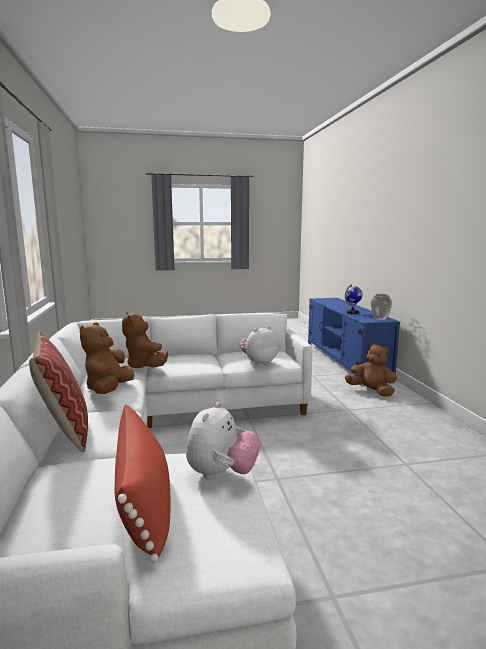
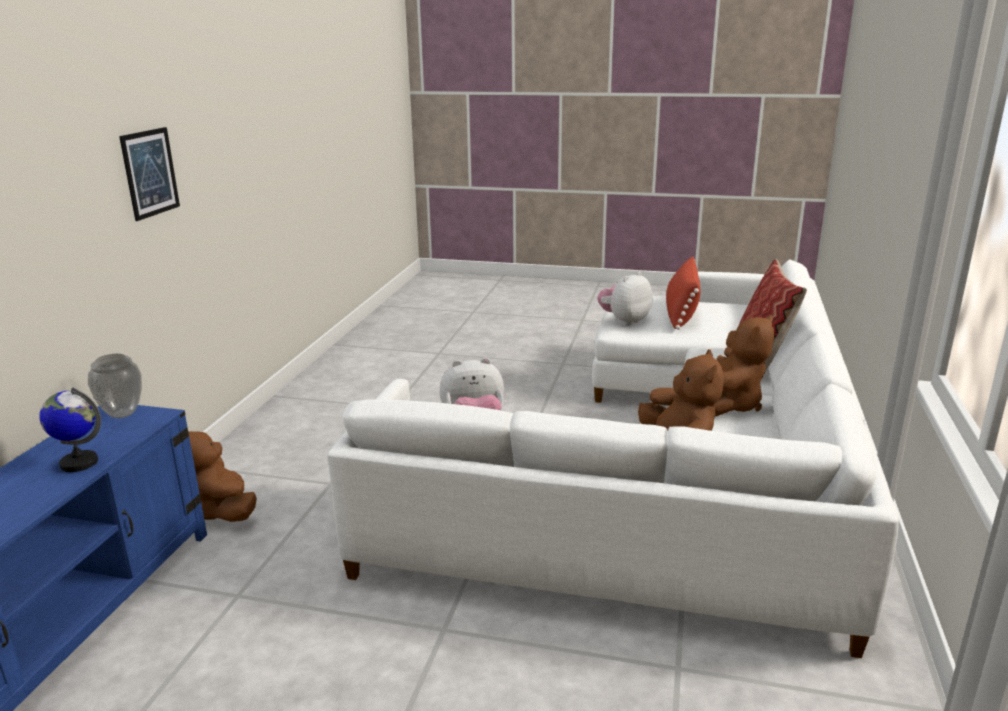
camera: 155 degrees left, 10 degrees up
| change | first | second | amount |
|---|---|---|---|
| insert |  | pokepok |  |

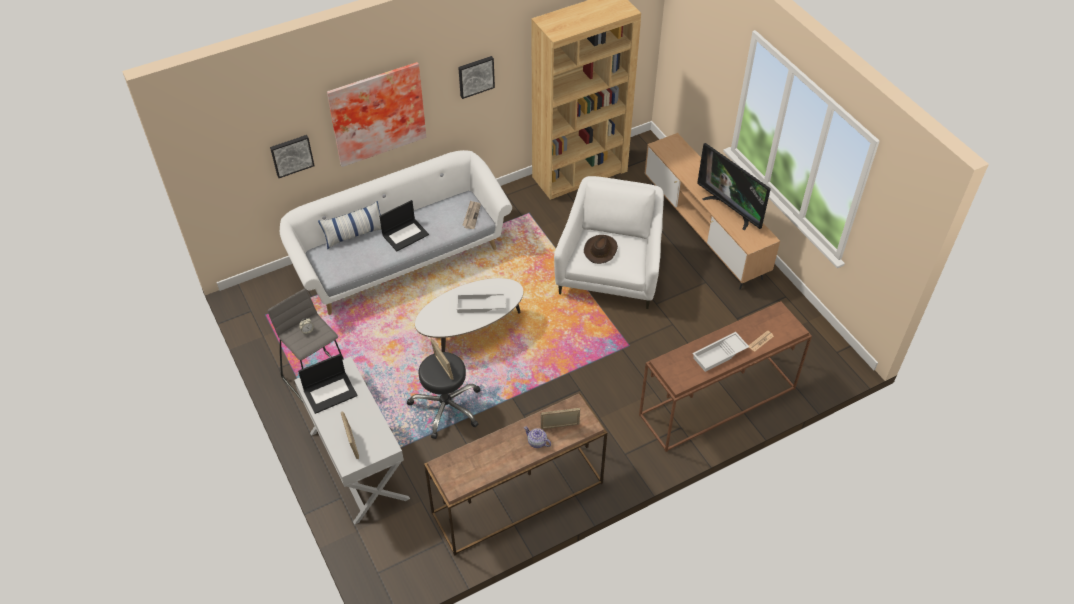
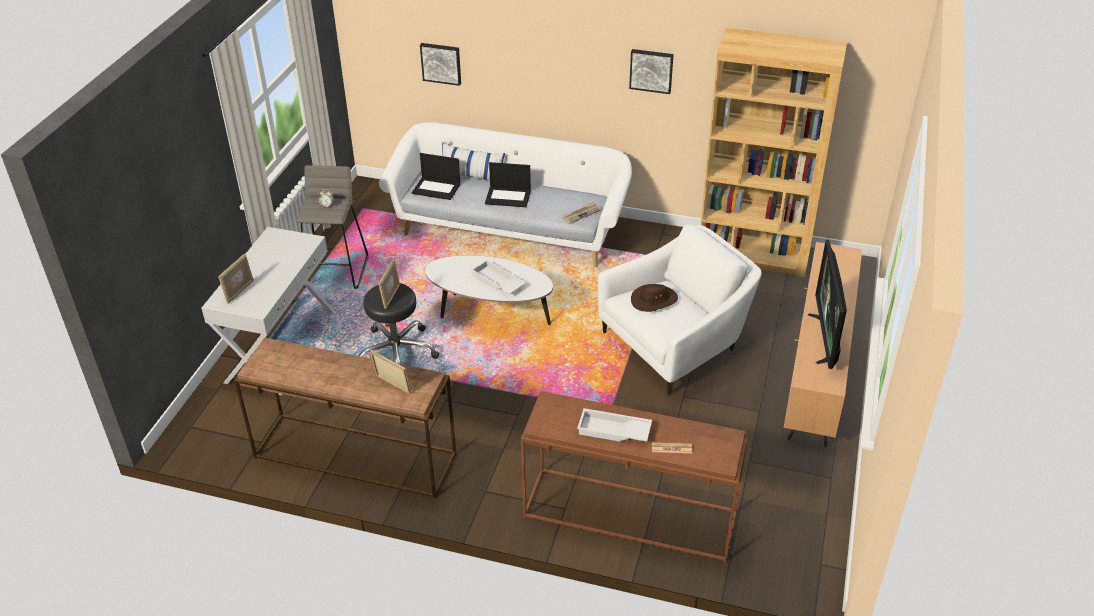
camera: 45 degrees right, 10 degrees down
| change | first | second | amount |
|---|---|---|---|
| move | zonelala (1st from left) |  |  |
| delete | pokepok (2nd from left) |  |  |
| delete | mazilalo |  |  |

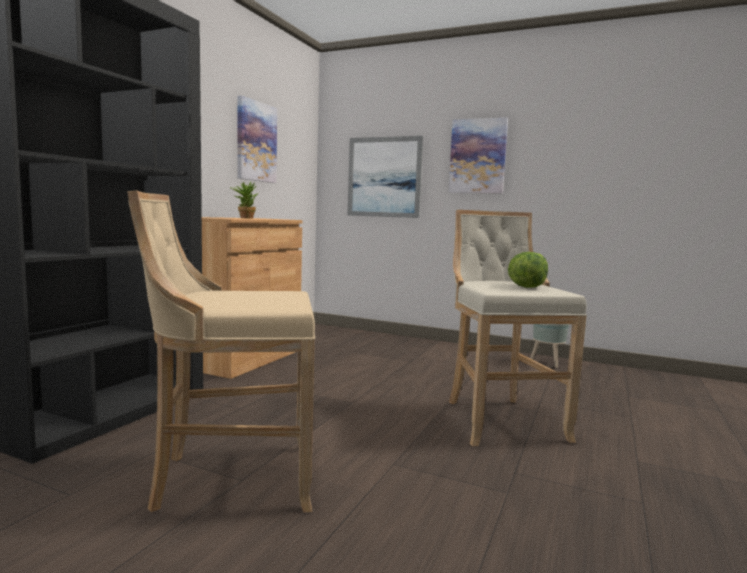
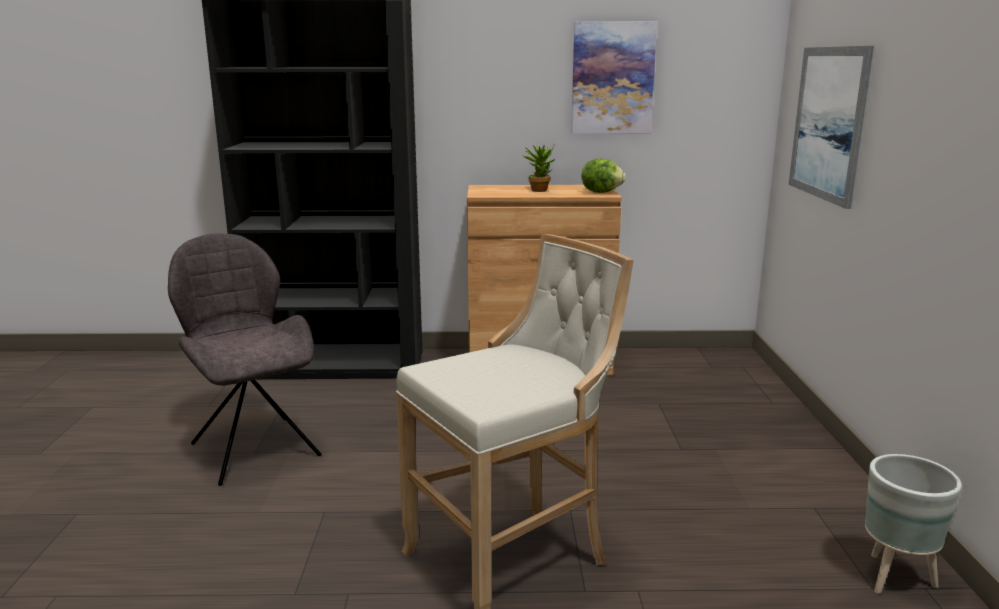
camera: 65 degrees right, 10 degrees up
| change | first | second | amount |
|---|---|---|---|
| replace | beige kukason (1st from left) | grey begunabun |  |
| delete | pokepok (3rd from left) |  |  |
| move | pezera |  |  |

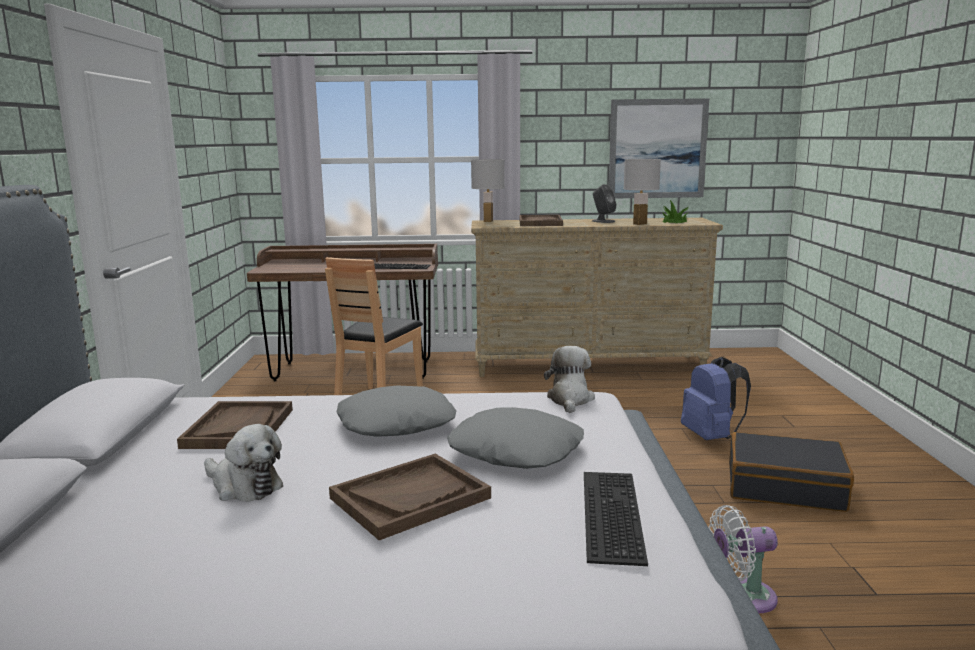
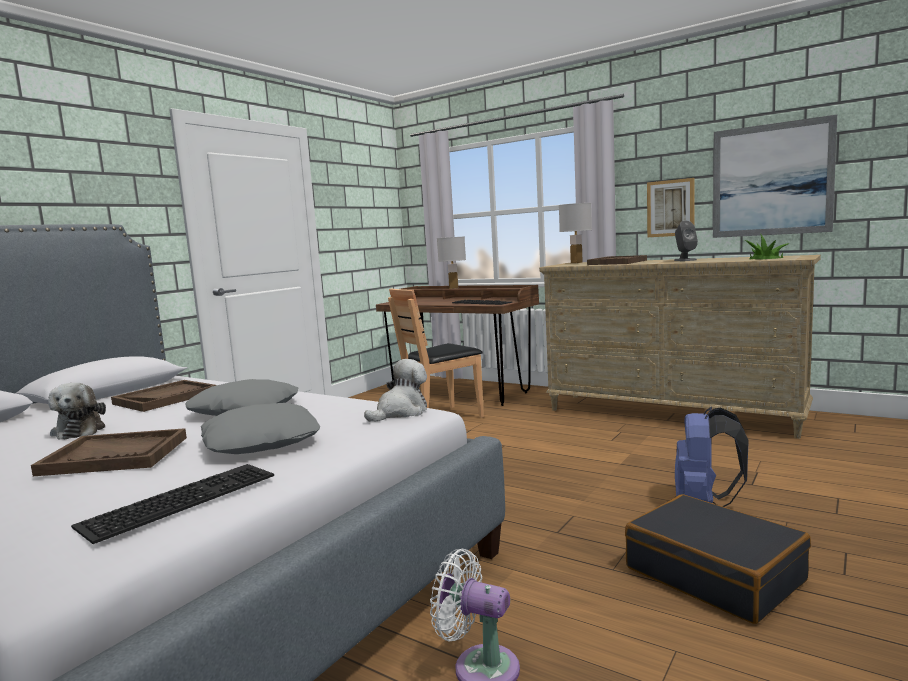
camera: 35 degrees right, 5 degrees down
| change | first | second | amount |
|---|---|---|---|
| move | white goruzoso (2nd from left in the first image) | white goruzoso (1st from left) |  |
| insert |  | pokepok (1st from left) |  |

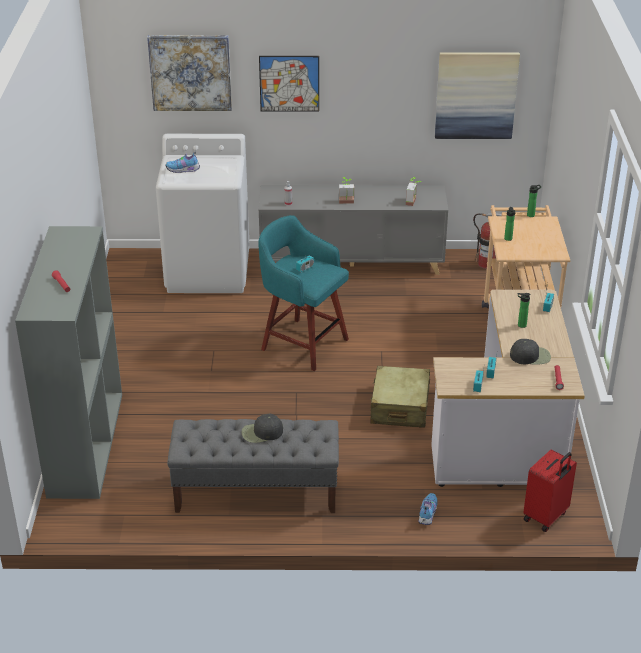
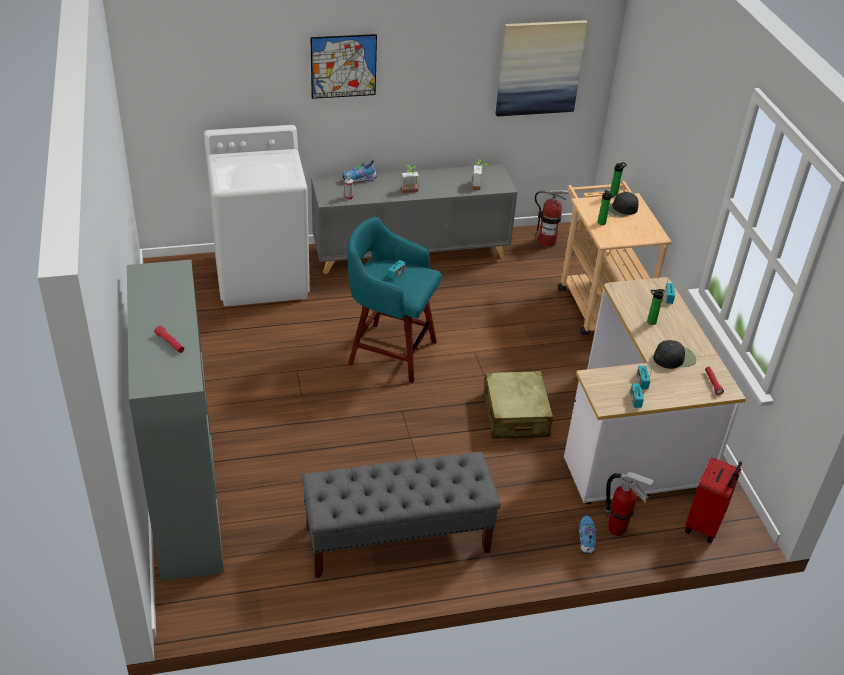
camera: 15 degrees left, 5 degrees up
| change | first | second | amount |
|---|---|---|---|
| delete | pokepok (1st from left) |  |  |
| move | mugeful (1st from left) |  |  |
| move | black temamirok (1st from left) |  |  |
| insert |  | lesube (2nd from left) |  |

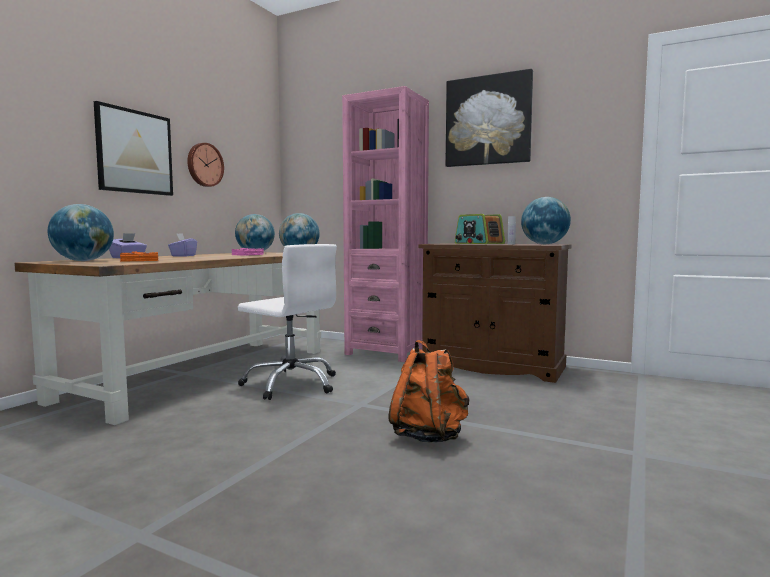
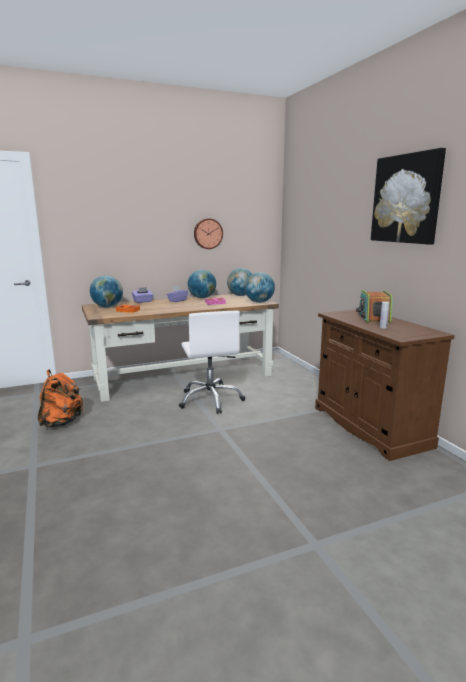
camera: 40 degrees right, 10 degrees up
| change | first | second | amount |
|---|---|---|---|
| delete | pokepok (1st from left) |  |  |
| delete | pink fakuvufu |  |  |
| move | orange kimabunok |  |  |
| move | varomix (4th from left in the first image) | varomix (2nd from left) |  |

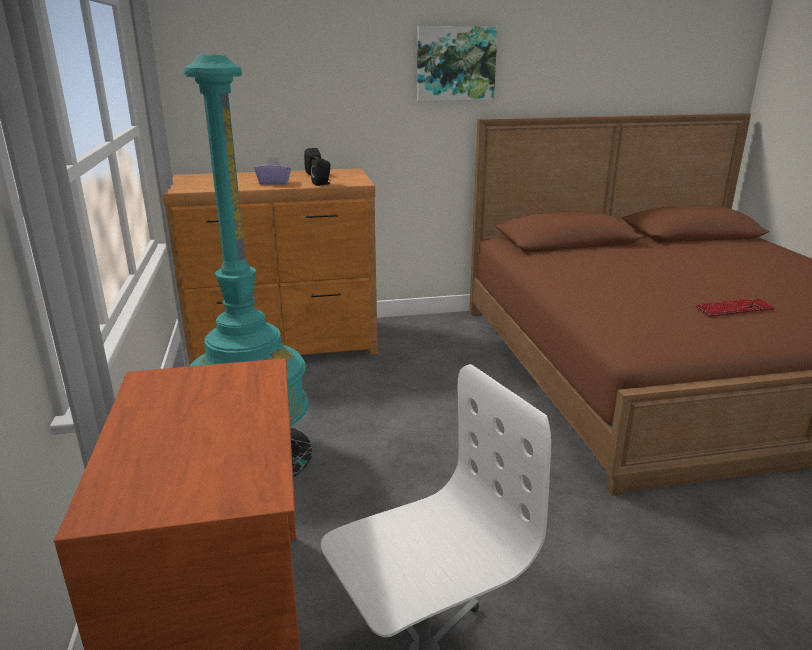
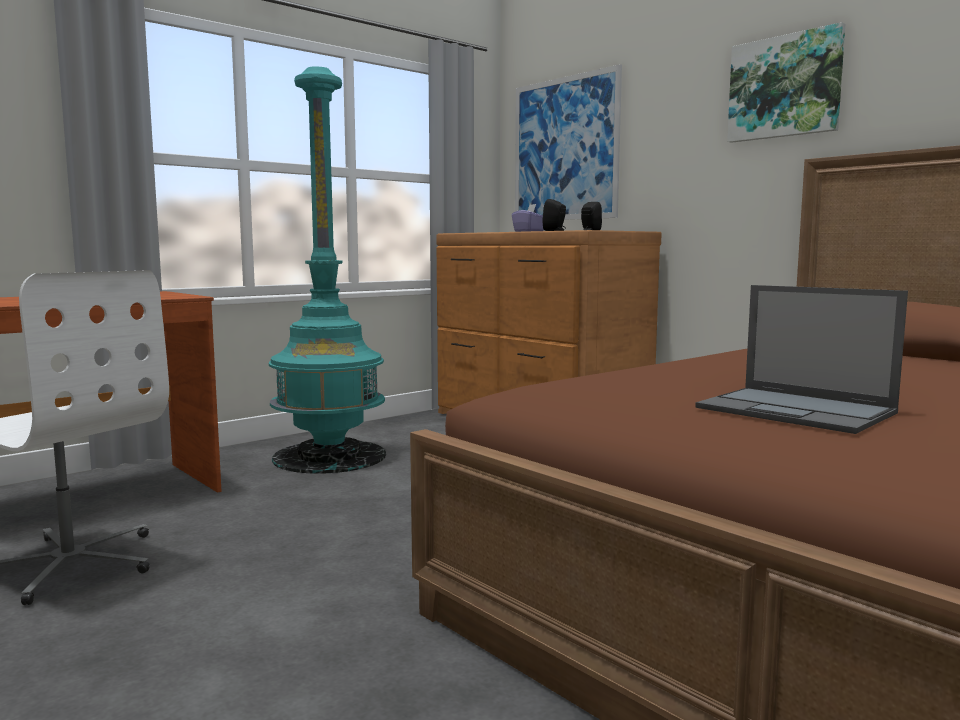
camera: 60 degrees right, 15 degrees down
| change | first | second | amount |
|---|---|---|---|
| replace | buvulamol | zonelala |  |
| insert |  | pokepok (1st from left) |  |

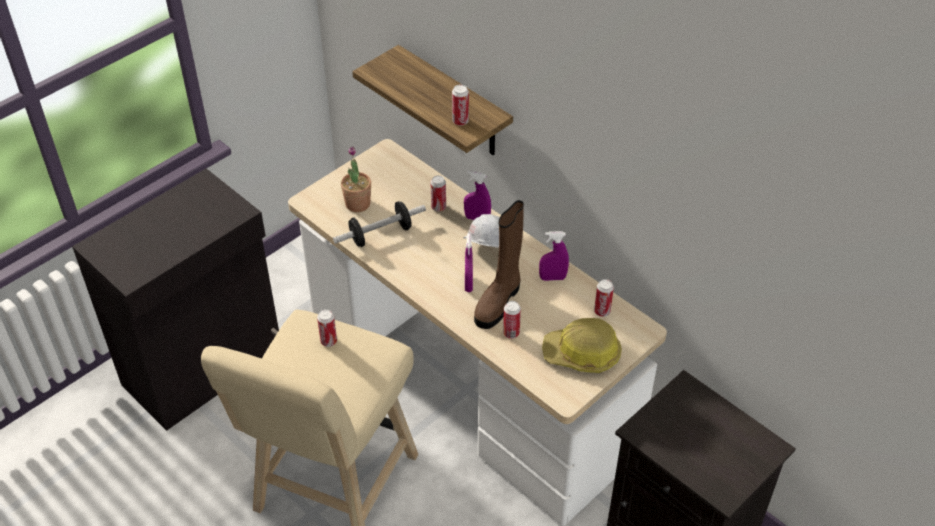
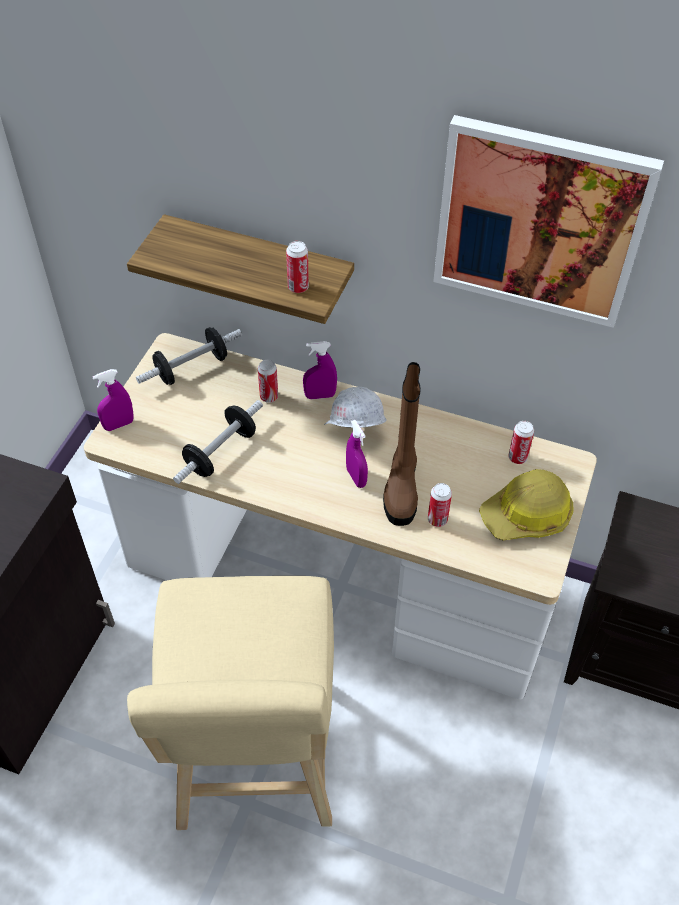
camera: 25 degrees left, 5 degrees up
| change | first | second | amount |
|---|---|---|---|
| delete | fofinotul (1st from left) |  |  |
| delete | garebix |  |  |
| move | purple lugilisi (3rd from left in the first image) | purple lugilisi (1st from left) |  |
| insert |  | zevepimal (1st from left) |  |
| insert |  | pokepok |  |

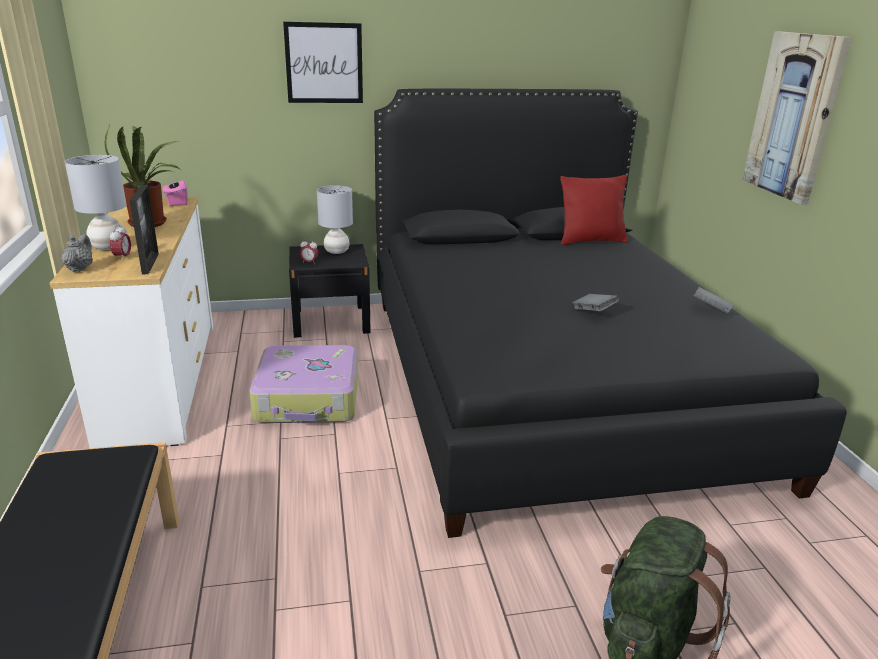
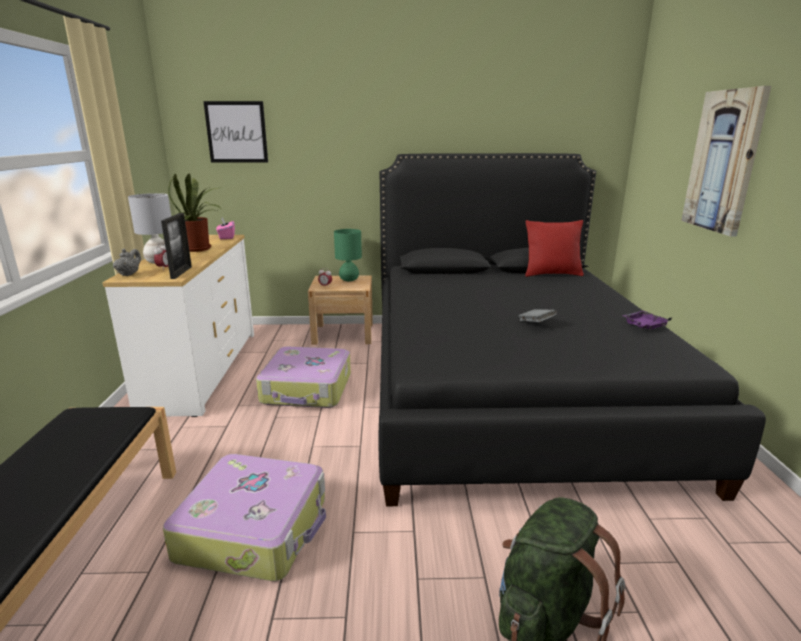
camera: 10 degrees right, 5 degrees down
| change | first | second | amount |
|---|---|---|---|
| move | pokepok (1st from left) |  |  |
| recolor | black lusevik | beige lusevik |  |
| recolor | grey goruzoso (2nd from left) | green goruzoso |  |
| replace | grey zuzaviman (2nd from left) | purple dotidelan |  |
| insert |  | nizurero (1st from left) |  |

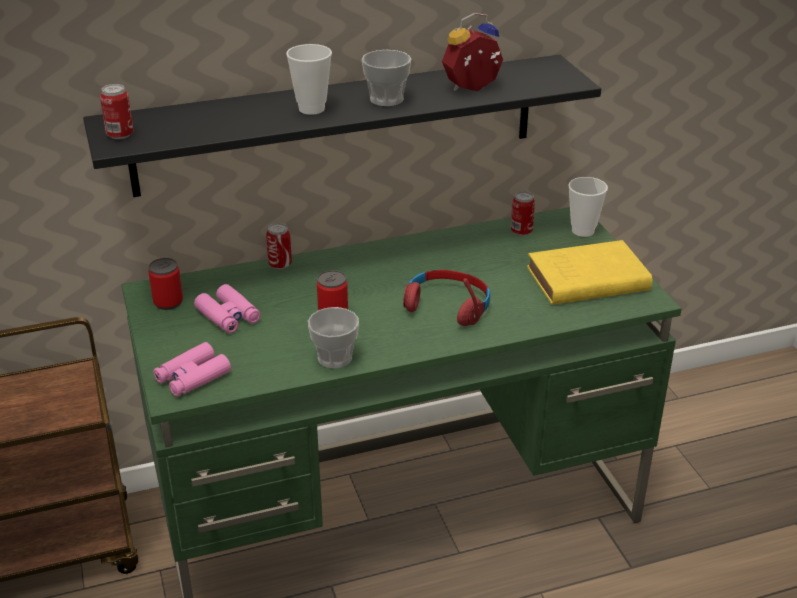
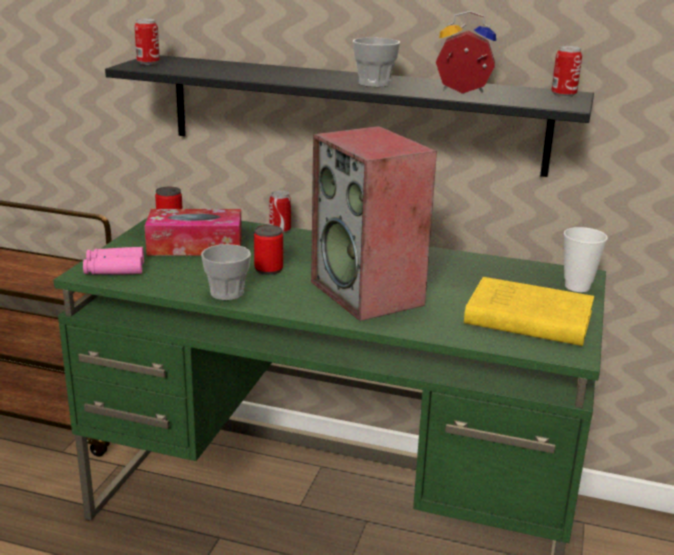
camera: 35 degrees right, 10 degrees down
| change | first | second | amount |
|---|---|---|---|
| replace | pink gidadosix (2nd from left) | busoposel |  |
| delete | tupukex (1st from left) |  |  |
| replace | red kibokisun | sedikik |  |
| move | fofinotul (5th from left) |  |  |

